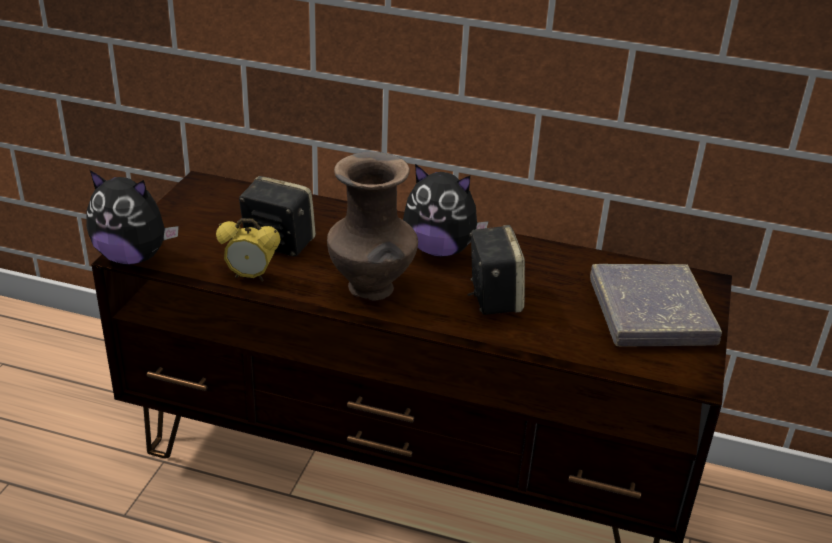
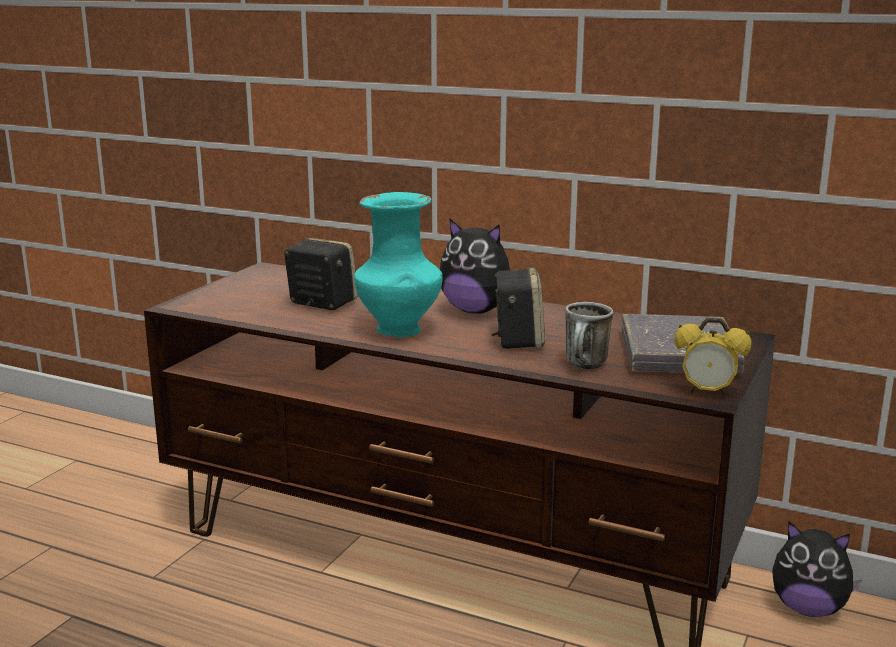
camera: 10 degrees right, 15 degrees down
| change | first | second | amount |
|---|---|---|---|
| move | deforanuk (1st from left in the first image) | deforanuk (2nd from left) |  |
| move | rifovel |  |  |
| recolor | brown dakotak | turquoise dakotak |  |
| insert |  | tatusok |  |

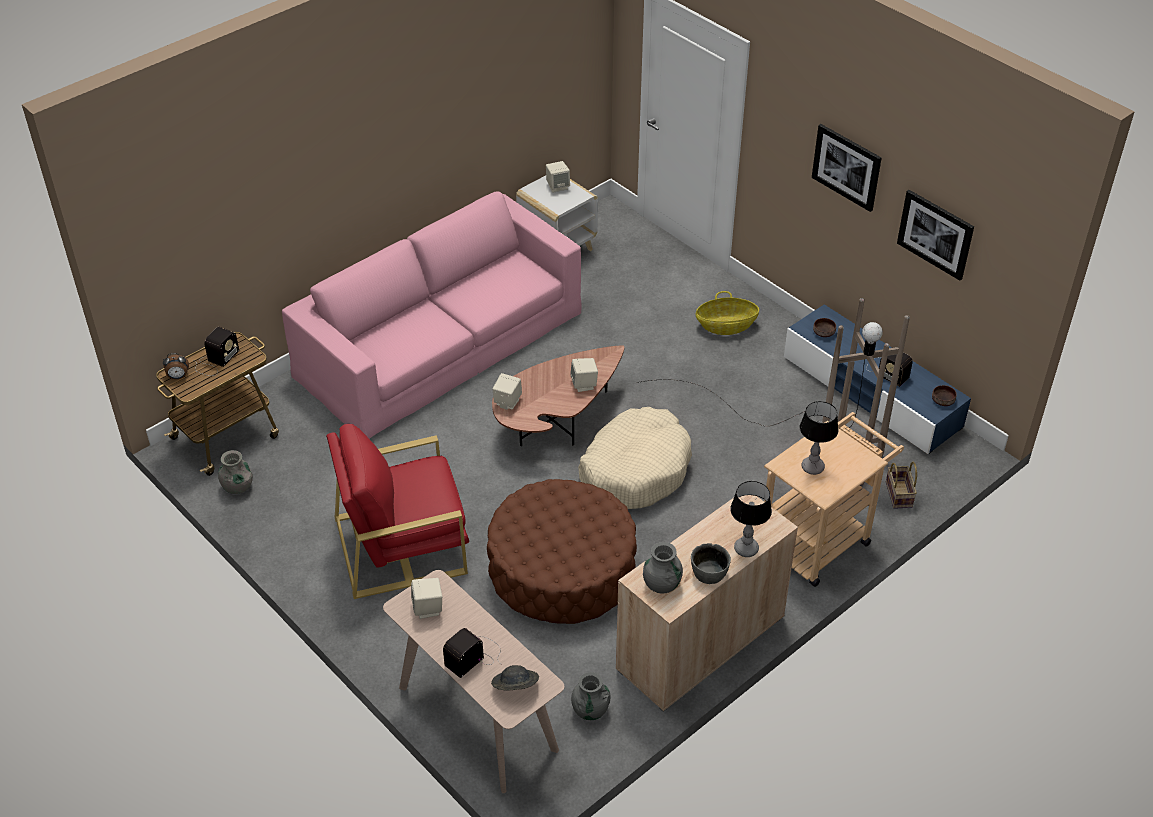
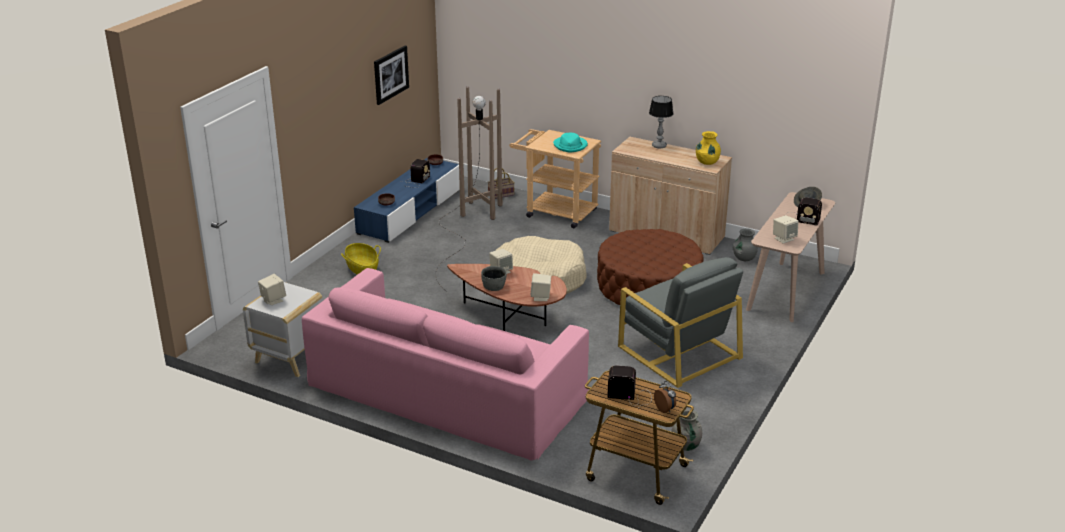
camera: 110 degrees left, 15 degrees down
| change | first | second | amount |
|---|---|---|---|
| recolor | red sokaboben | grey sokaboben |  |
| recolor | grey dakotak (3rd from left) | yellow dakotak |  |
| move | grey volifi |  |  |
| replace | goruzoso (2nd from left) | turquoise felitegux |  |
| delete | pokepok (1st from left) |  |  |

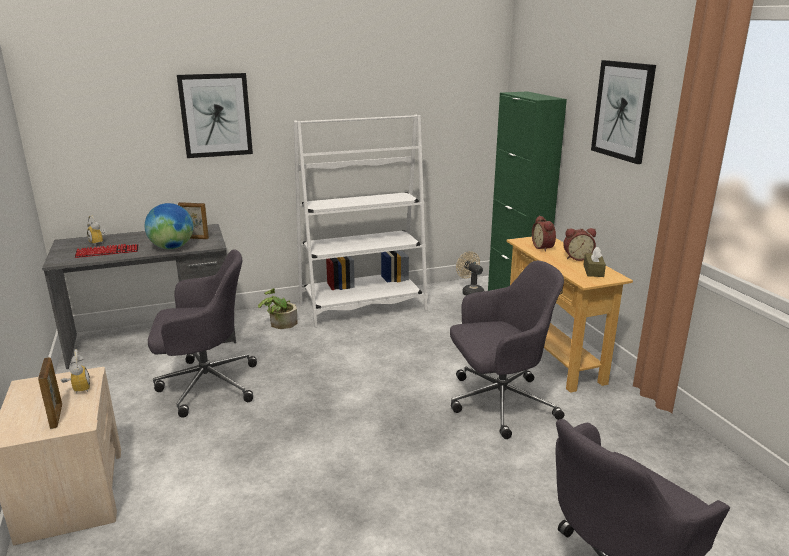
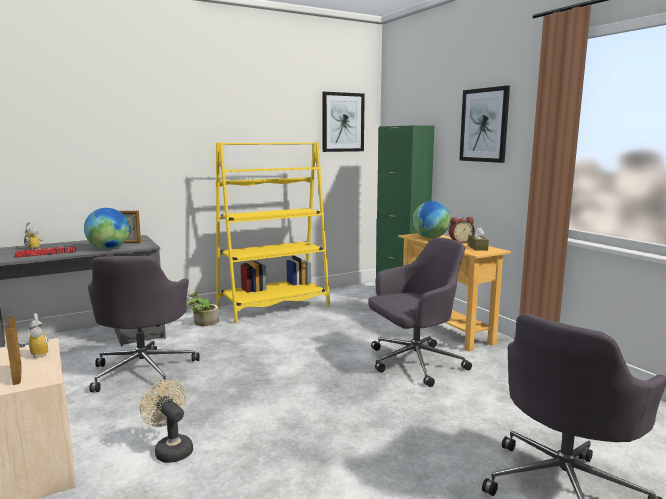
camera: 10 degrees left, 10 degrees down
| change | first | second | amount |
|---|---|---|---|
| rotate | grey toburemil (1st from left) |  | 105 degrees clockwise |
| move | pokepok (1st from left) |  |  |
| recolor | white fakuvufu | yellow fakuvufu |  |
| move | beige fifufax |  |  |
| replace | rifovel (3rd from left) | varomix (2nd from left) |  |

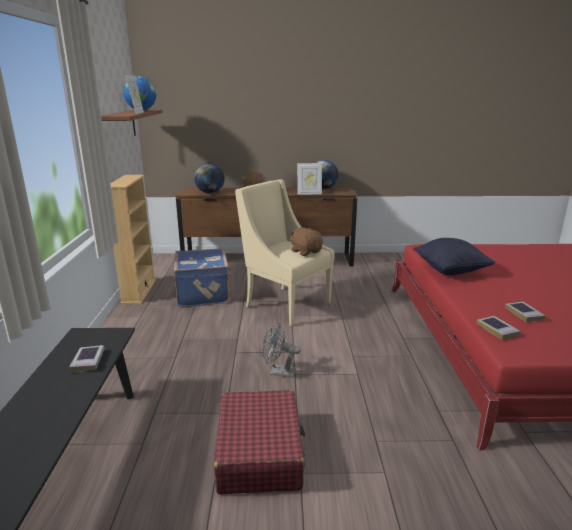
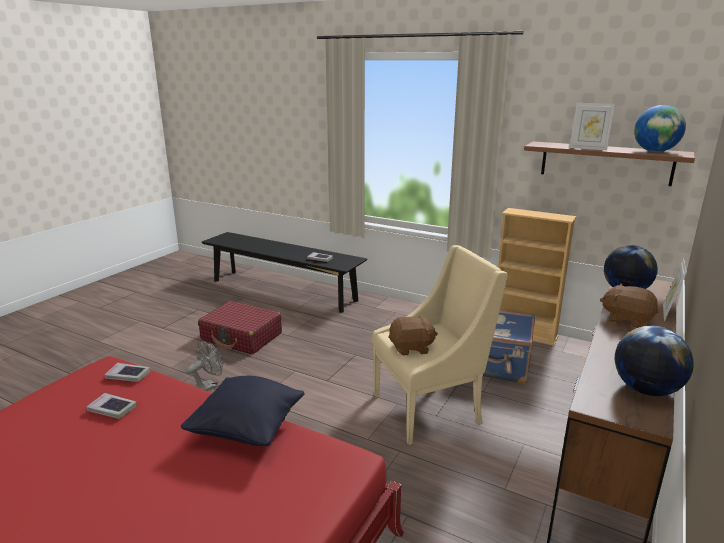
camera: 120 degrees right, 0 degrees up
| change | first | second | amount |
|---|---|---|---|
| move | grey fifufax |  |  |
| move | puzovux (2nd from left) |  |  |

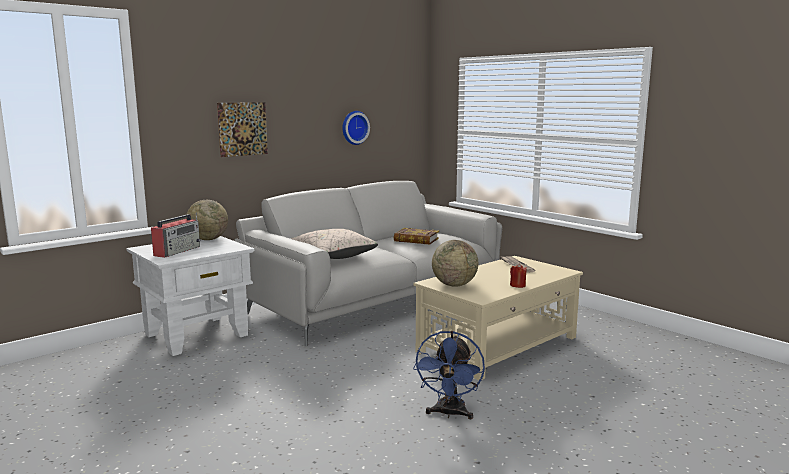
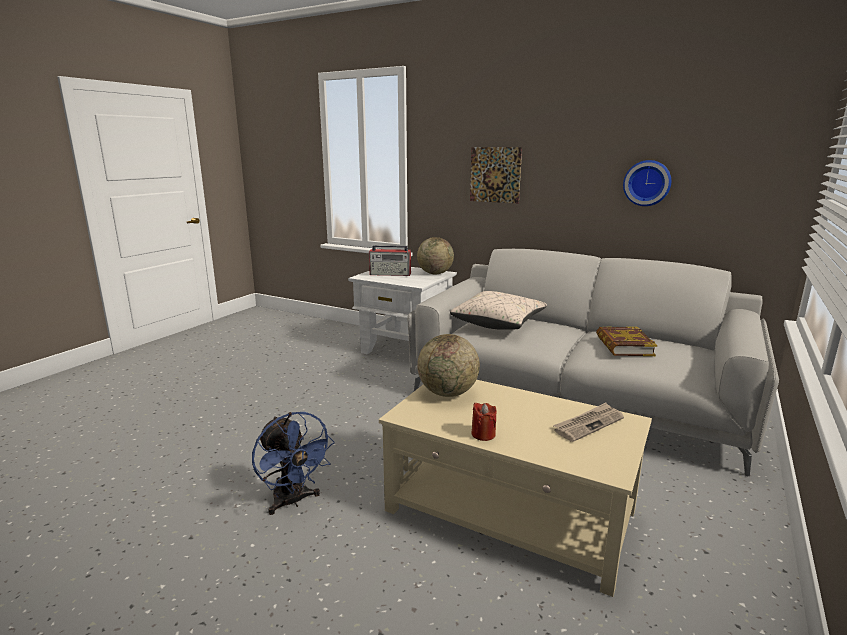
camera: 70 degrees right, 5 degrees up
| change | first | second | amount |
|---|---|---|---|
| rotate | blue fifufax |  | 120 degrees counterclockwise |

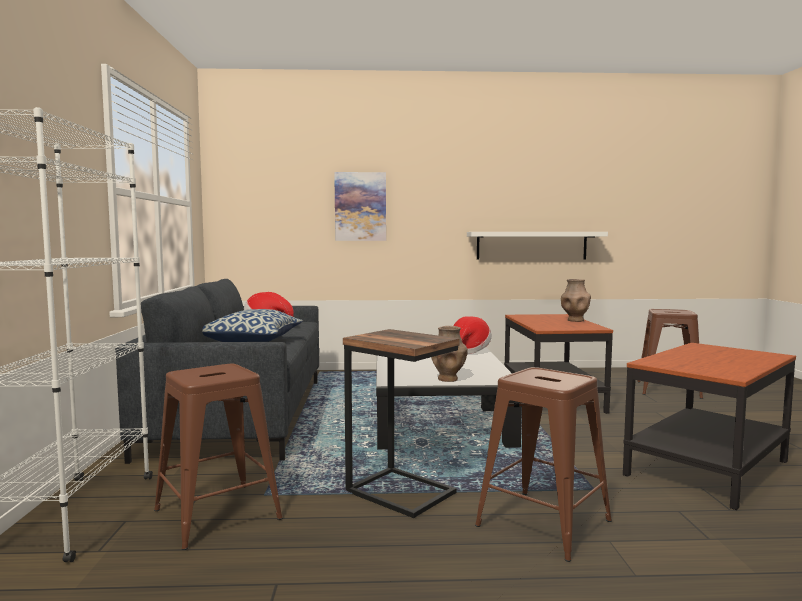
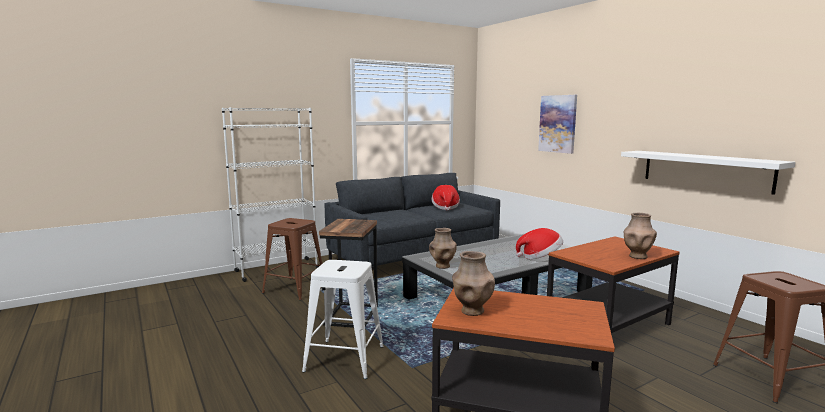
camera: 60 degrees right, 5 degrees up
| change | first | second | amount |
|---|---|---|---|
| delete | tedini |  |  |
| recolor | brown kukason (2nd from left) | white kukason |  |
| insert |  | brown dakotak (2nd from left) |  |

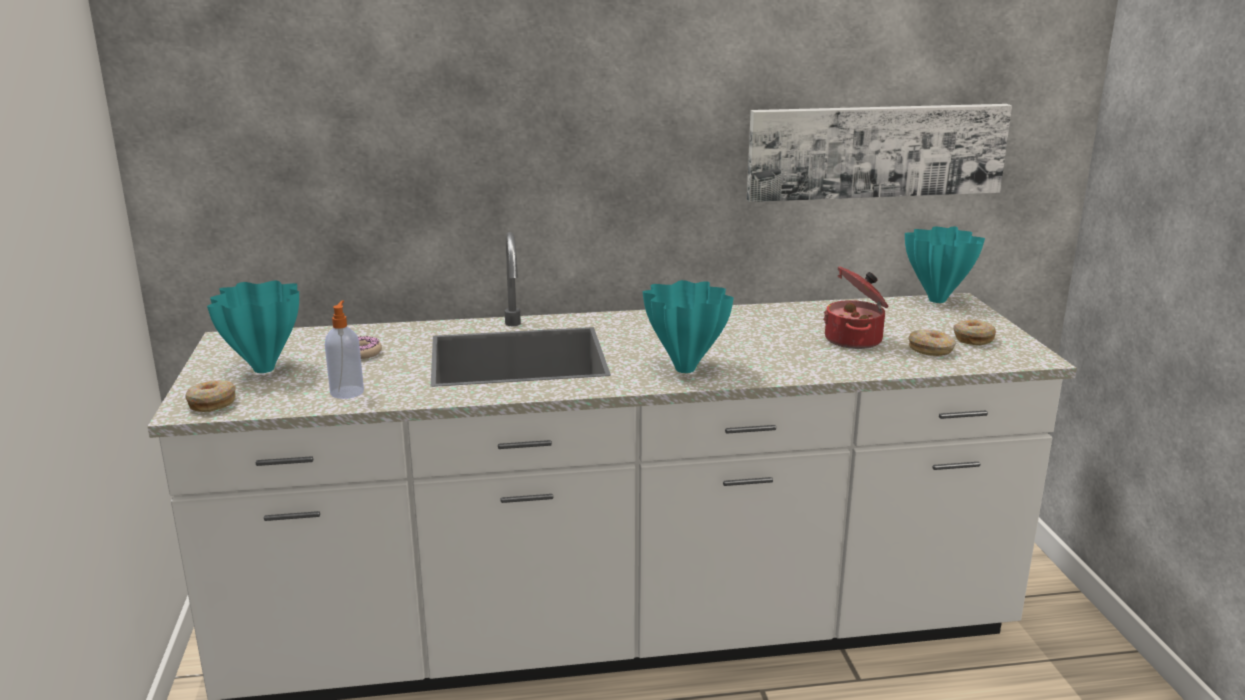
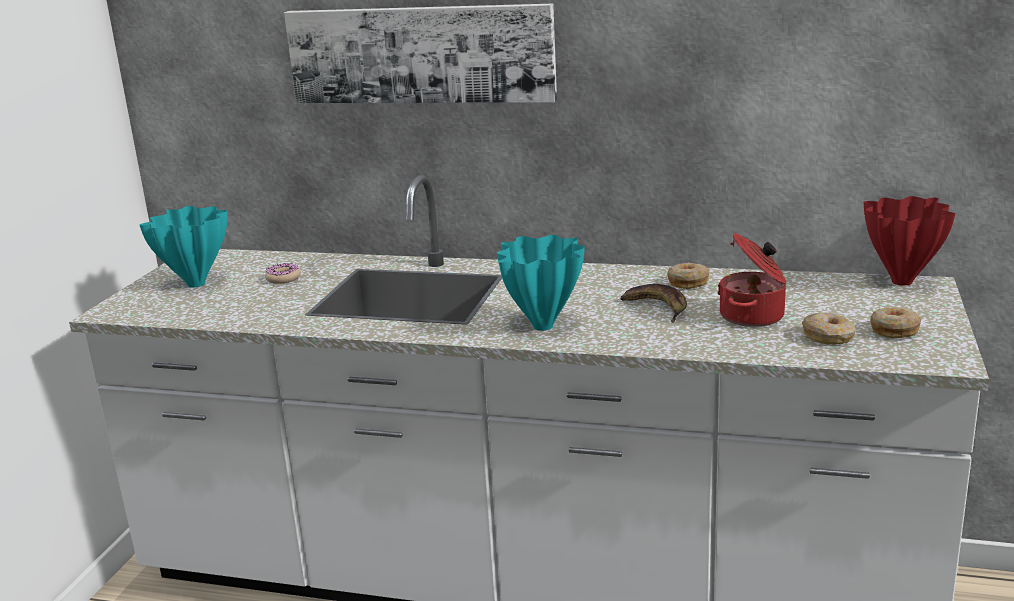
camera: 25 degrees right, 0 degrees up
| change | first | second | amount |
|---|---|---|---|
| move | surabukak (1st from left in the first image) | surabukak (2nd from left) |  |
| delete | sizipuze |  |  |
| move | pokepok |  |  |
| recolor | turquoise dakotak (3rd from left) | red dakotak |  |
| insert |  | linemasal |  |

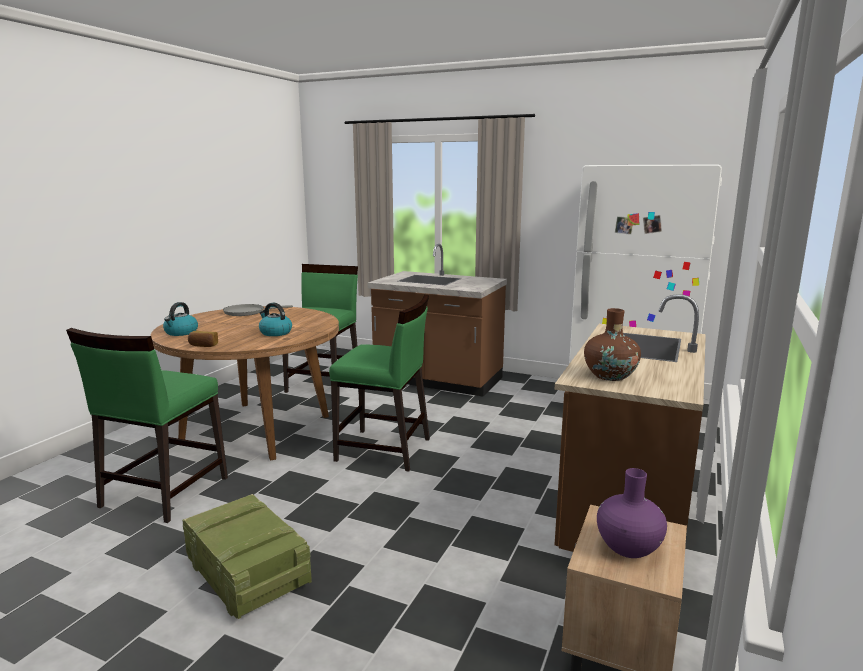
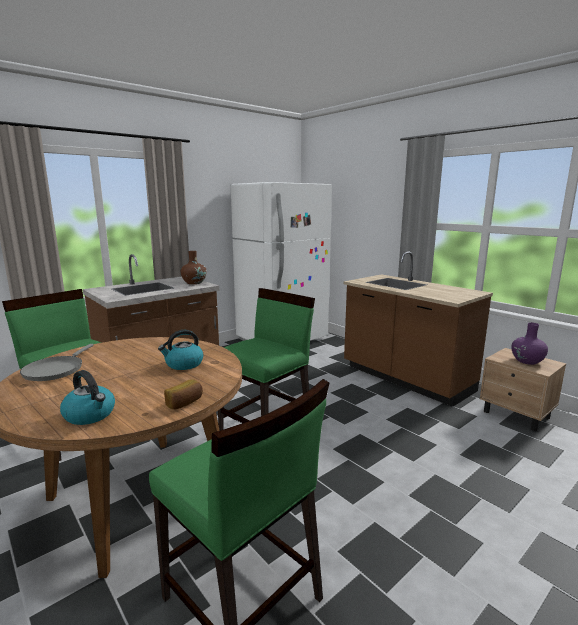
camera: 65 degrees left, 0 degrees up
| change | first | second | amount |
|---|---|---|---|
| delete | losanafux |  |  |
| move | brown dakotak |  |  |

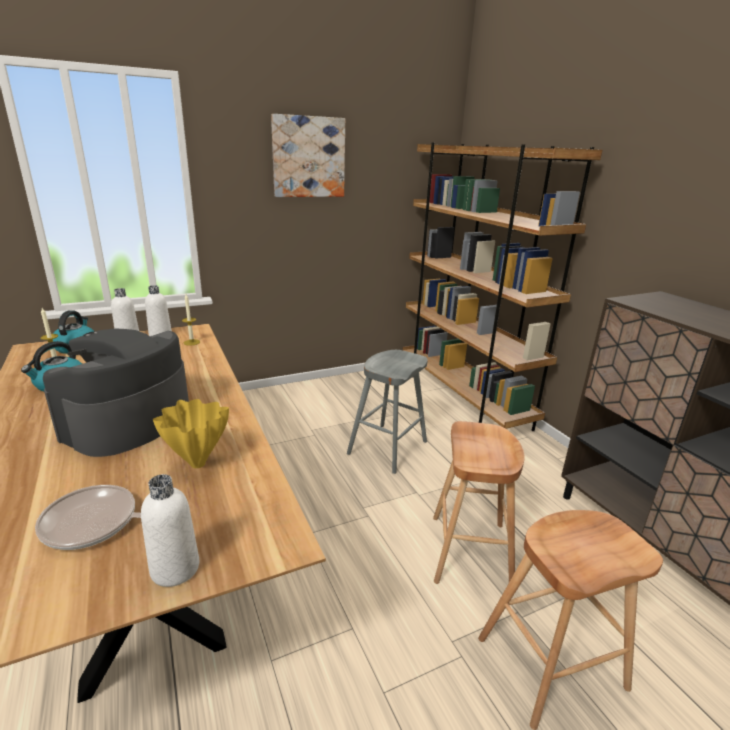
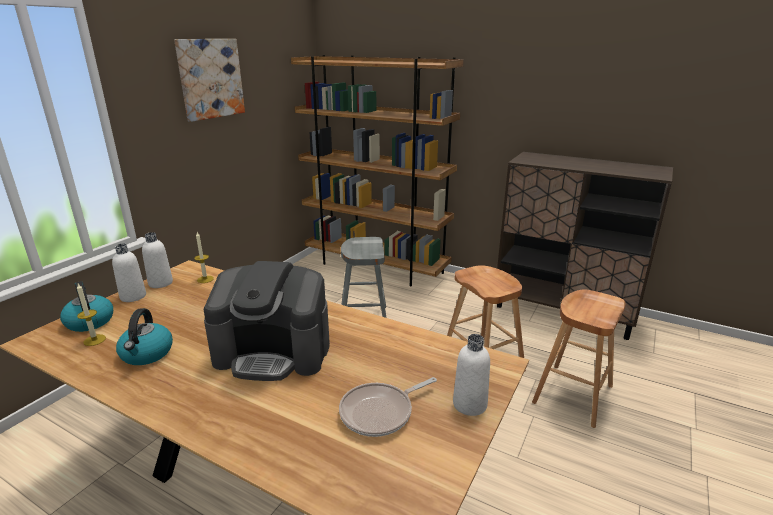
camera: 35 degrees left, 0 degrees up
| change | first | second | amount |
|---|---|---|---|
| rotate | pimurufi |  | 75 degrees counterclockwise |
| delete | yellow dakotak |  |  |

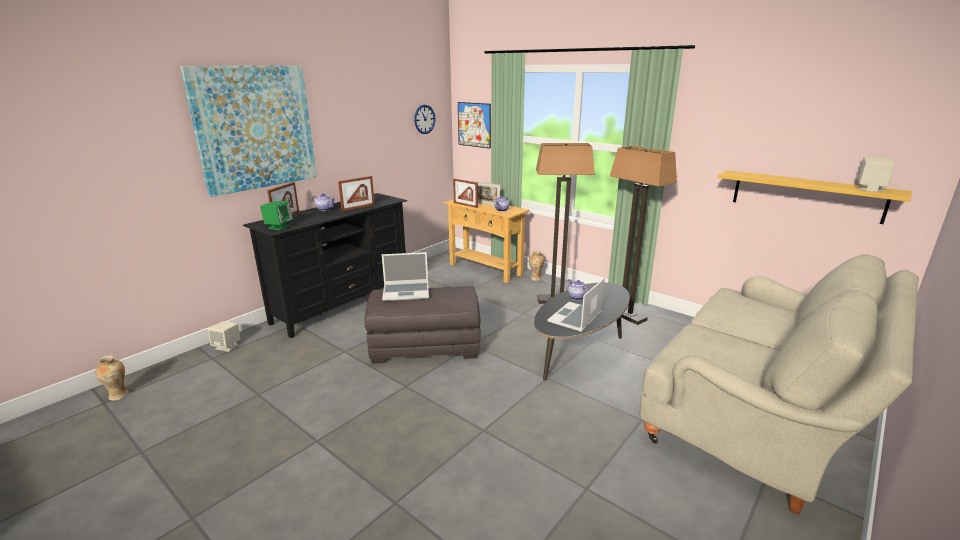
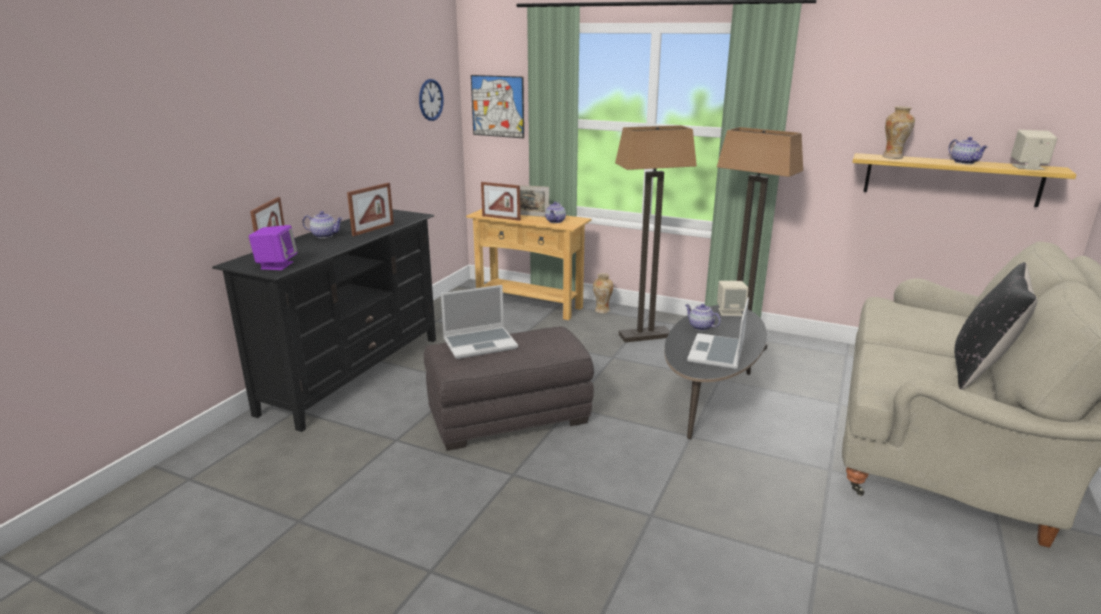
camera: 15 degrees left, 0 degrees up
| change | first | second | amount |
|---|---|---|---|
| move | dakotak (1st from left in the first image) | dakotak (2nd from left) |  |
| delete | pokepok (1st from left) |  |  |
| move | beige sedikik (1st from left) |  |  |
| recolor | green sedikik | purple sedikik |  |
| insert |  | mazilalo (4th from left) |  |
| insert |  | black tedini |  |

